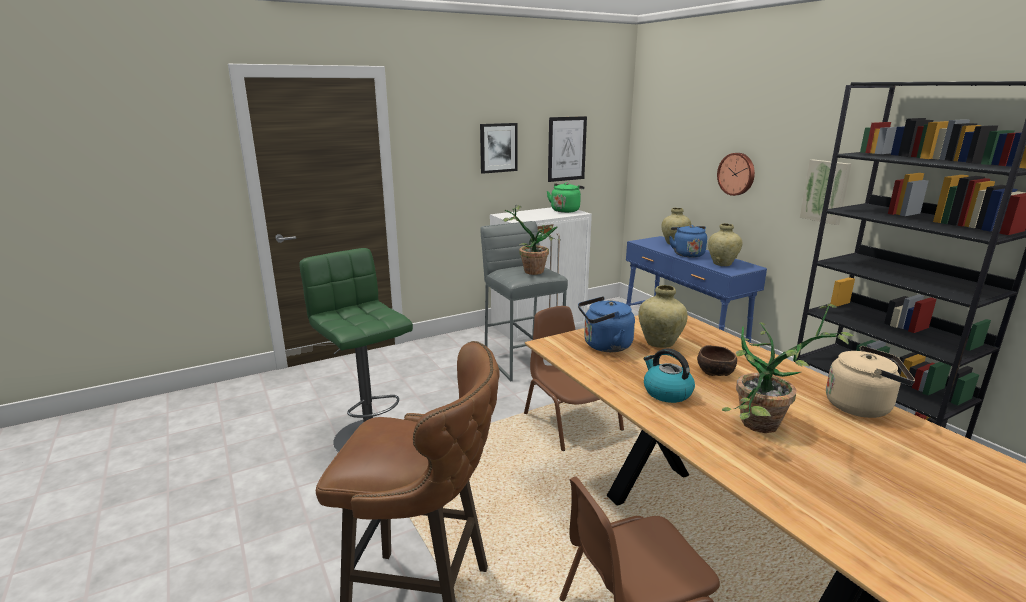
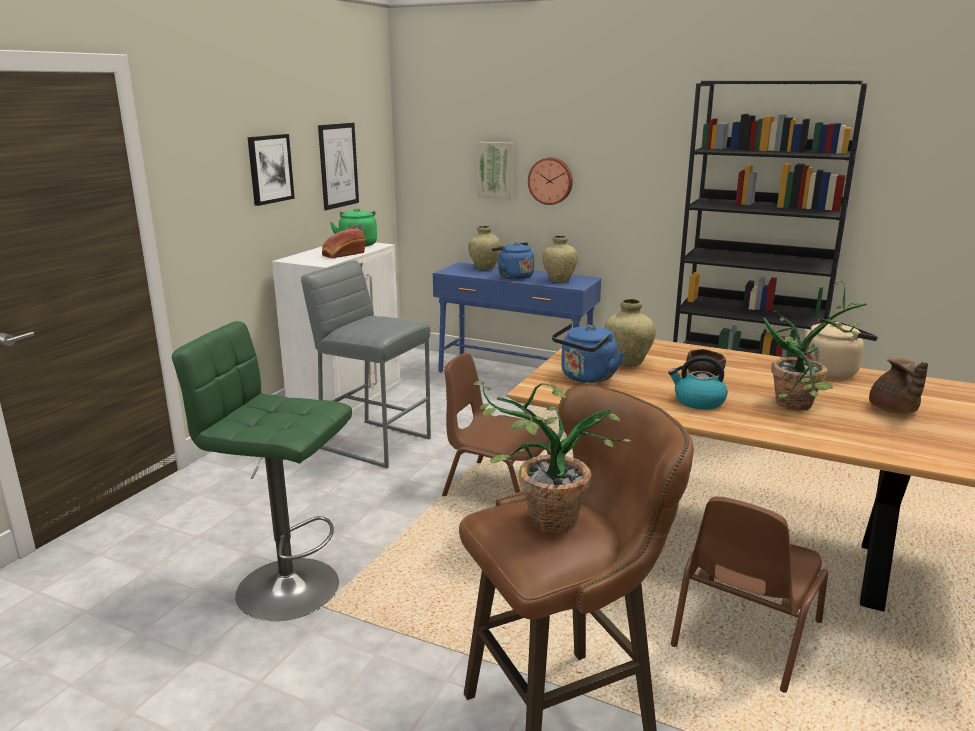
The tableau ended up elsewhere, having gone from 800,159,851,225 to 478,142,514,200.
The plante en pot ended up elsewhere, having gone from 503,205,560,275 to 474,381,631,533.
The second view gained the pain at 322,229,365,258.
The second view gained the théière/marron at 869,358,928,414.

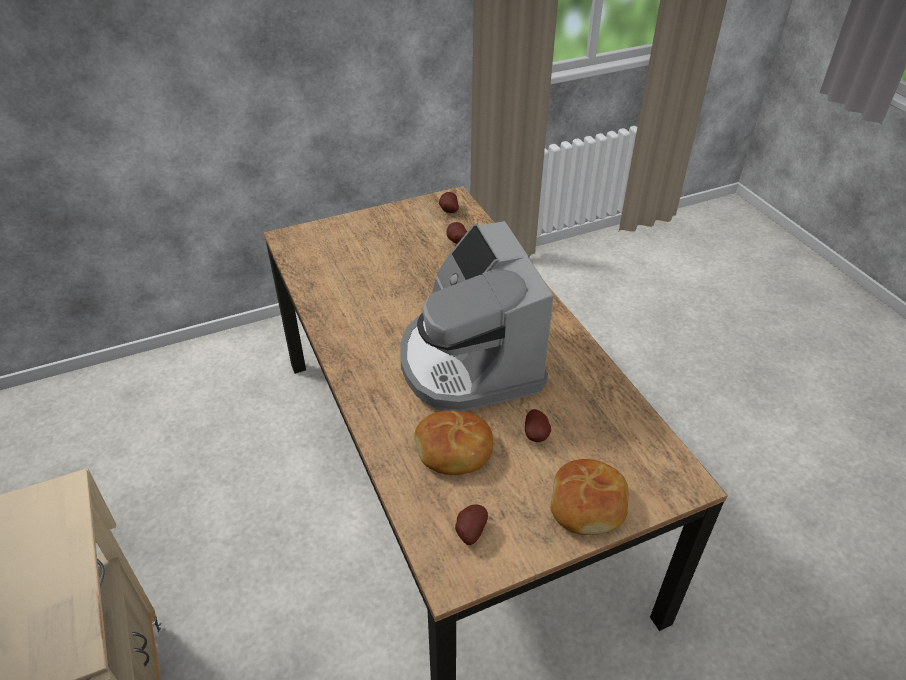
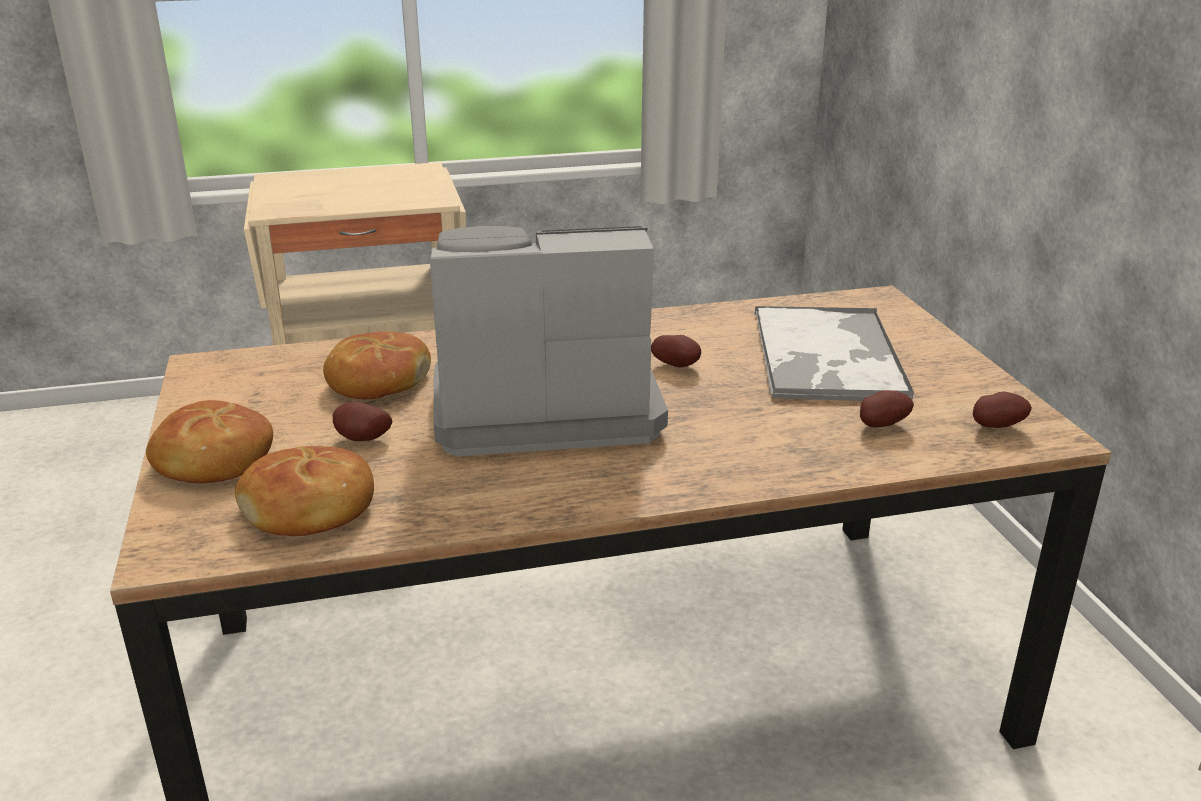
The pomme de terre ended up elsewhere, having gone from 455,504,488,545 to 651,335,701,367.
The second view gained the plateau at 755,306,914,401.
The second view gained the pain at 235,446,374,536.

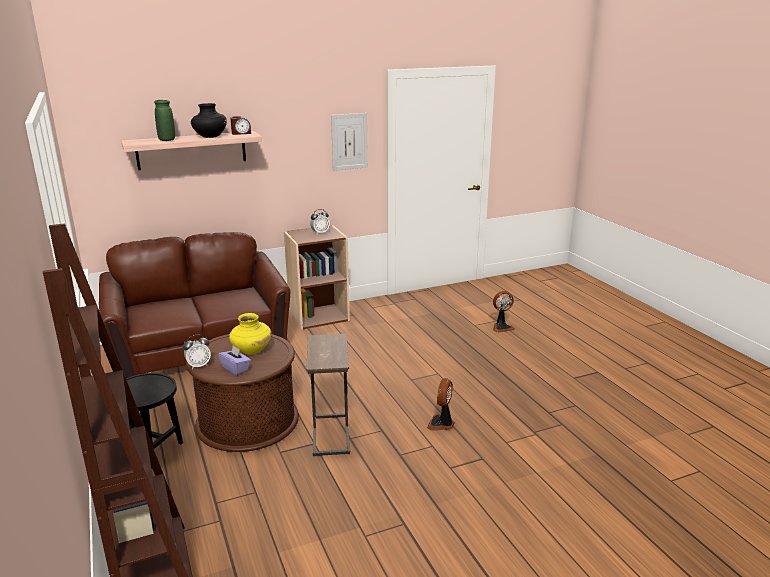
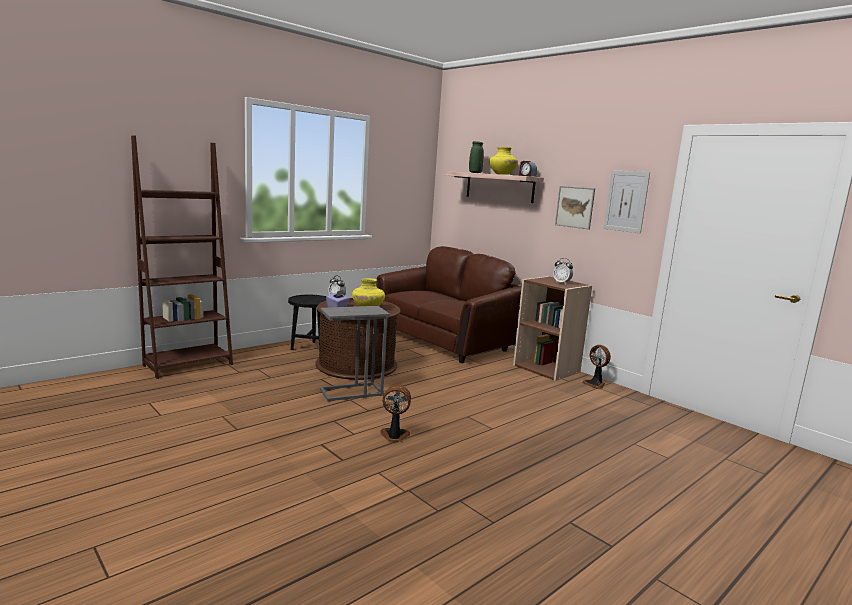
What was the vase/noir at 191,103,227,138 turned into the vase/jaune at 489,147,518,175.
The ventilateur ended up elsewhere, having gone from 493,291,515,333 to 581,345,611,389.
What was the table d'appoint/marron at 307,334,350,456 turned into the table d'appoint/gris at 320,306,390,402.
The second view gained the tableau at 555,186,595,230.

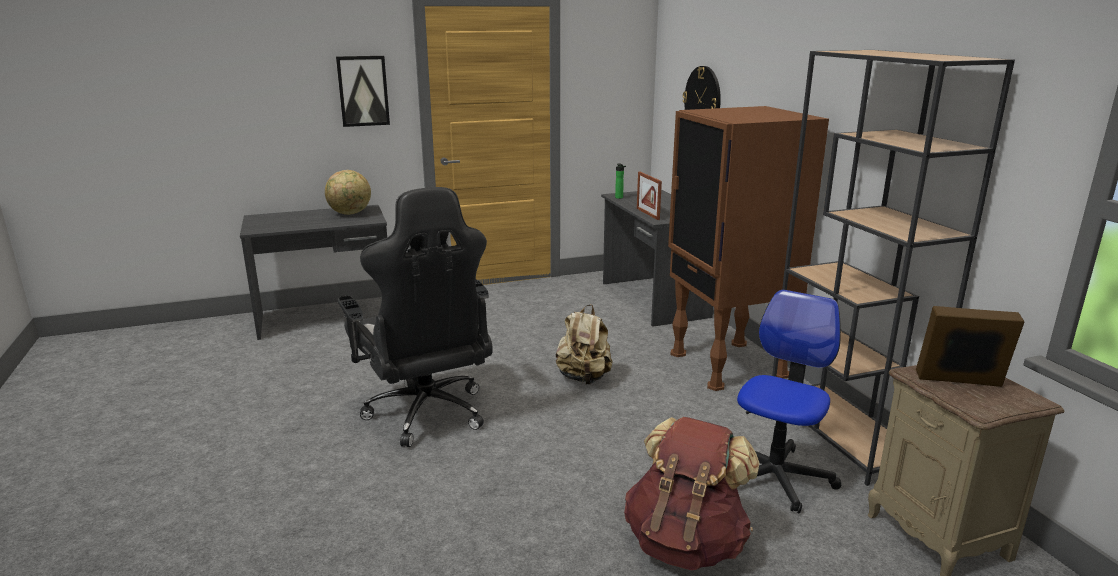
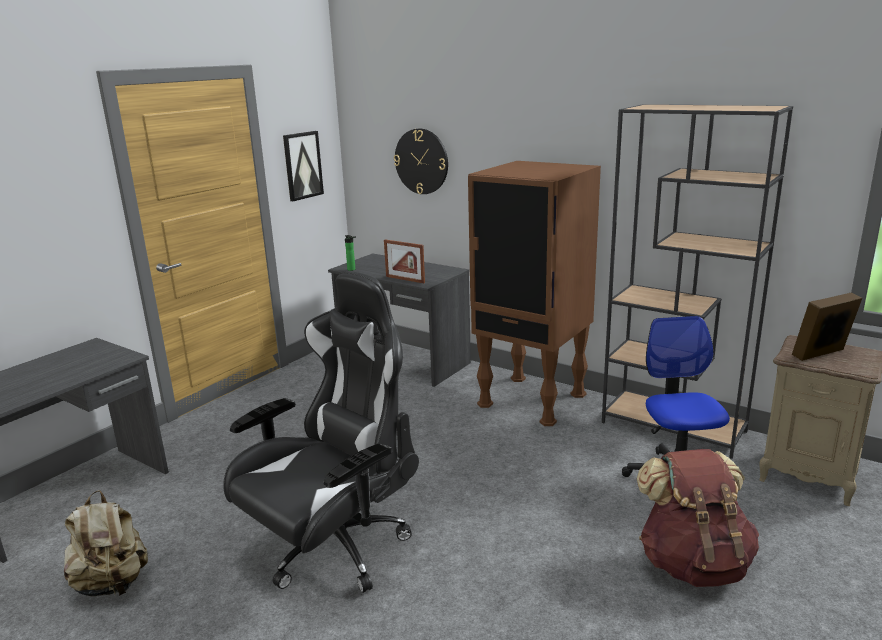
The tableau ended up elsewhere, having gone from 336,56,390,127 to 283,131,324,201.
The second view lost the globe at 325,170,371,215.
The chaise de bureau/noir at 338,187,493,447 ended up facing another way, 75 degrees counterclockwise from before.
The sac à dos/beige ended up elsewhere, having gone from 556,304,613,385 to 64,490,148,596.

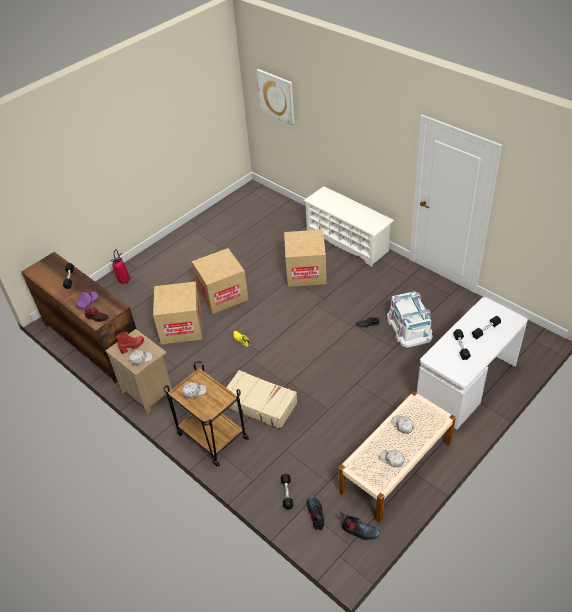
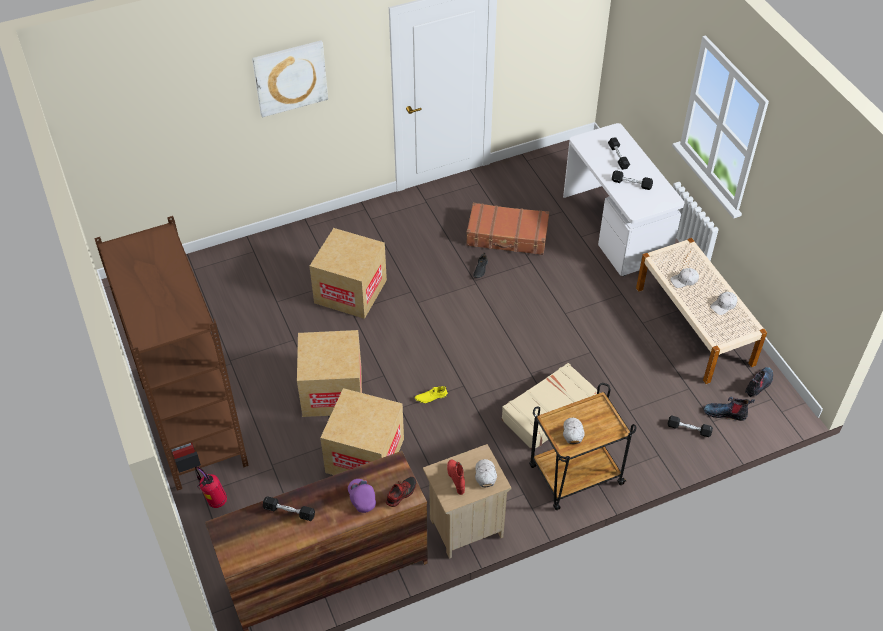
The tableau ended up elsewhere, having gone from 256,69,294,125 to 252,40,328,117.
The second view lost the étagère à chaussures/blanc at 304,186,394,267.
Where the boîte de rangement/blanc stood at 387,291,433,348, the valise/marron came to stand at 466,203,549,255.
The second view gained the bibliothèque/marron at 94,216,249,491.

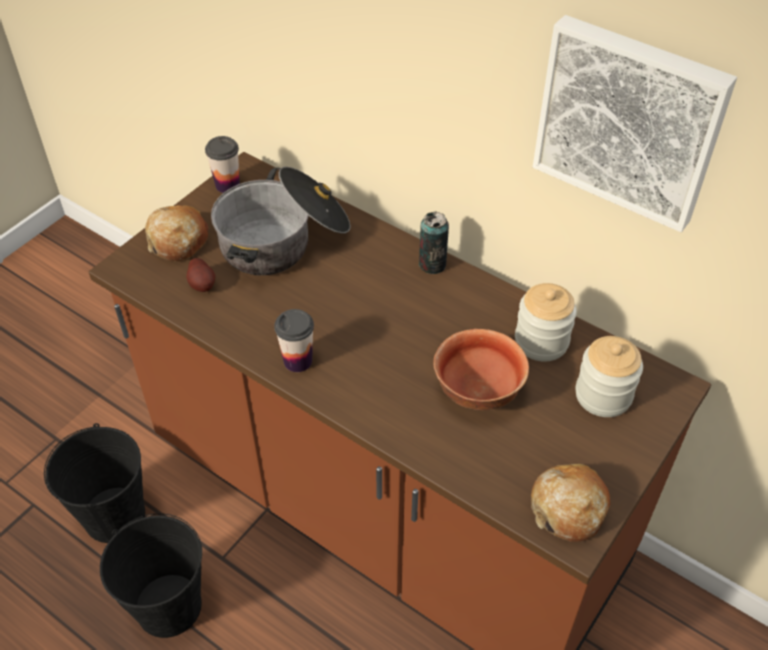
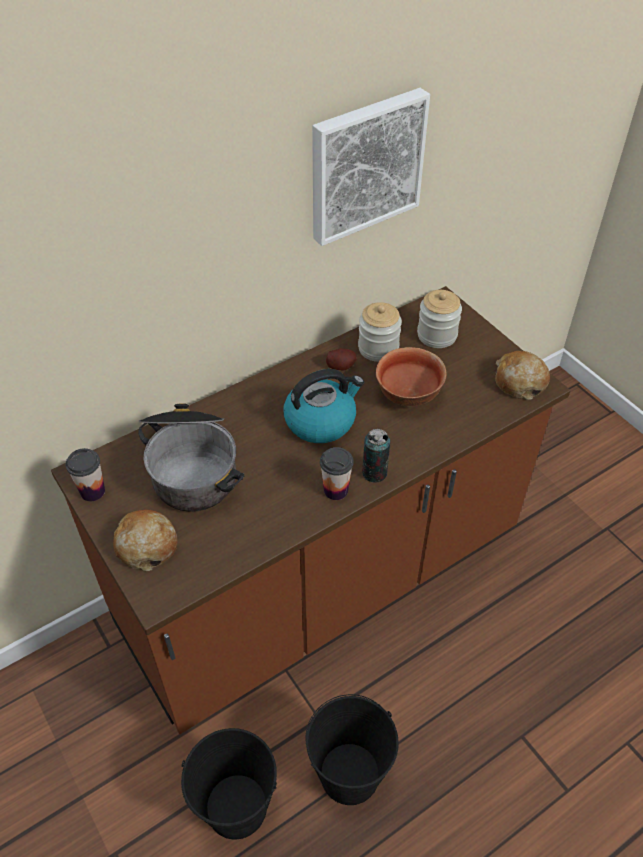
The boîte métallique ended up elsewhere, having gone from 419,212,449,274 to 362,429,390,483.
The pomme de terre ended up elsewhere, having gone from 187,258,216,292 to 326,348,357,370.
The second view gained the bouilloire at 284,369,364,443.

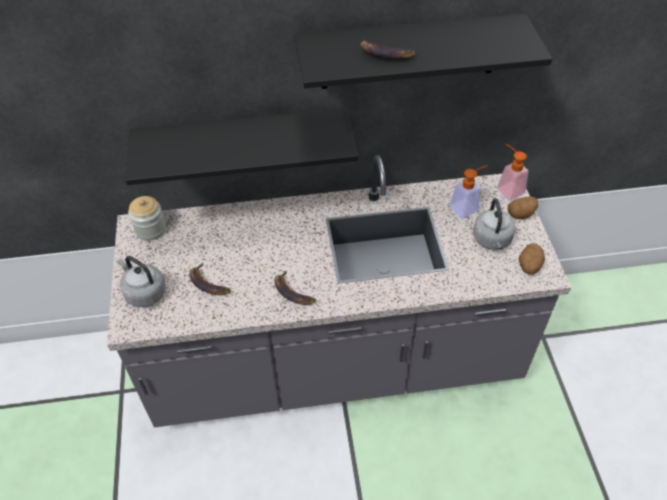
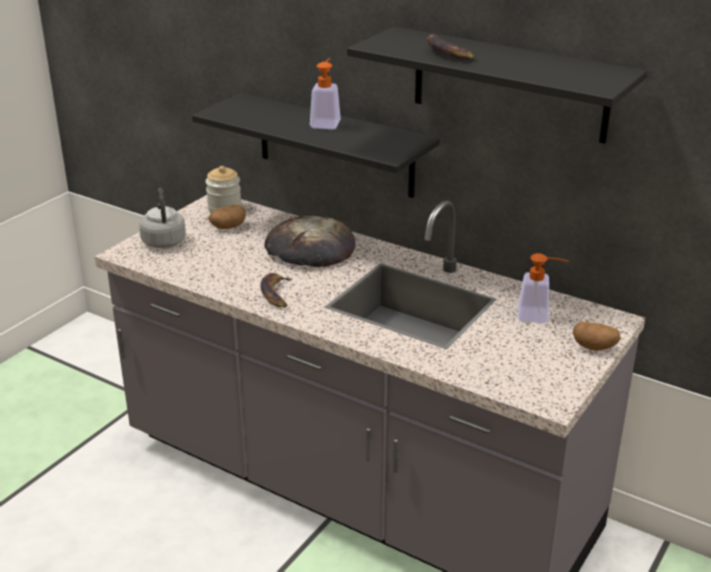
The distributeur de savon ended up elsewhere, having gone from 497,144,528,200 to 310,58,341,129.
The second view lost the bouilloire/gris at 473,198,515,250.
The pomme de terre ended up elsewhere, having gone from 519,243,545,274 to 209,205,246,229.
The second view lost the banane at 189,263,231,295.
The second view gained the pain at 264,216,356,267.

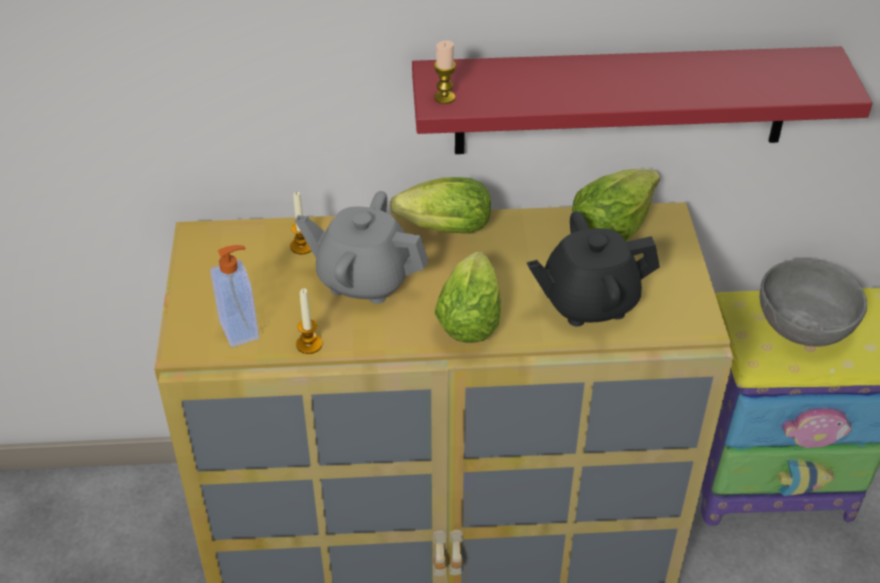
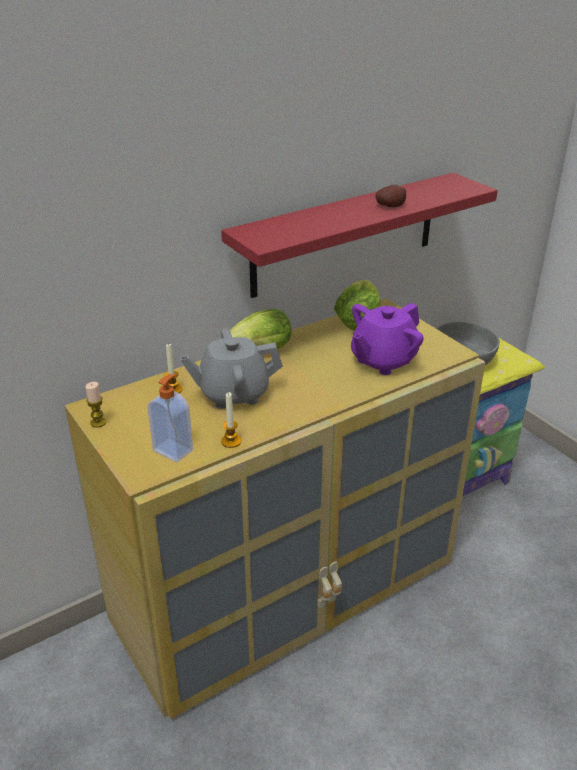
The bougie ended up elsewhere, having gone from 434,40,456,104 to 86,382,106,427.
What was the théière/noir at 527,211,660,326 turned into the théière/violet at 351,303,424,375.
The second view lost the laitue at 434,252,501,343.
The second view gained the pomme de terre at 375,185,406,207.

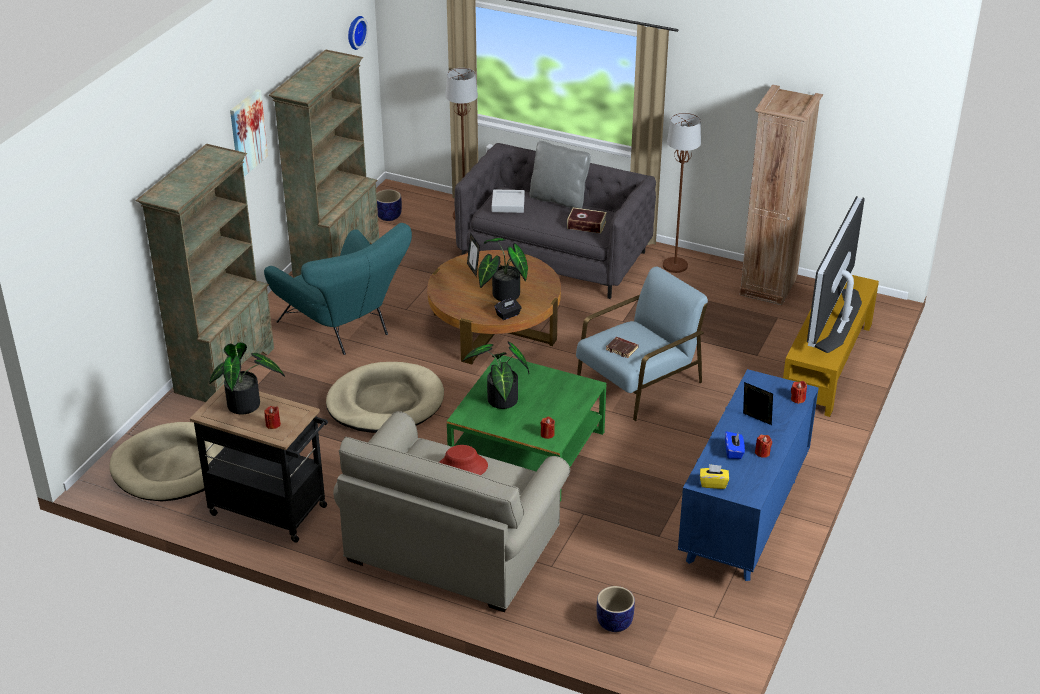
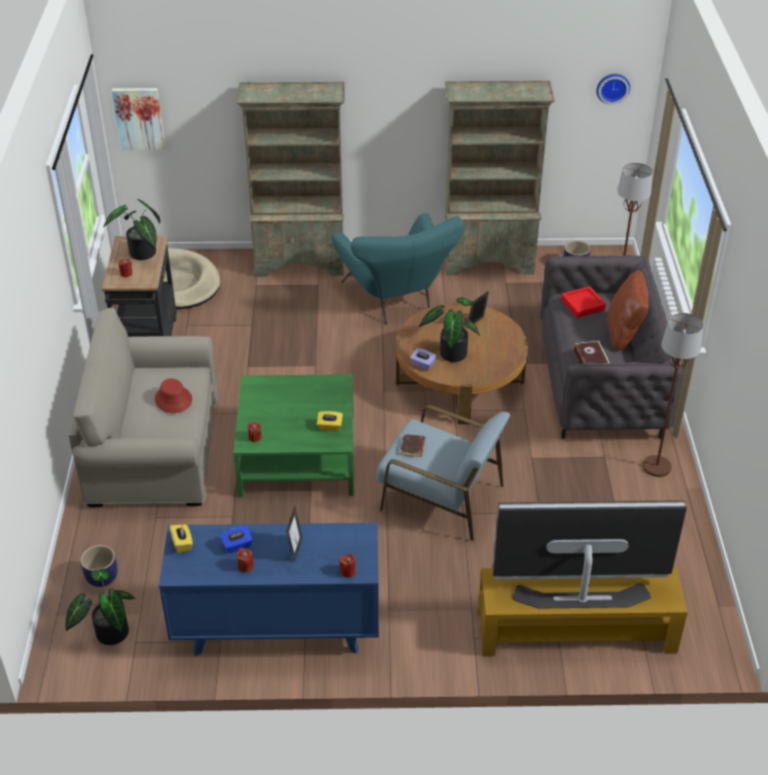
The second view lost the meuble de rangement/marron at 740,84,823,305.
The tableau ended up elsewhere, having gone from 230,89,268,177 to 112,88,165,151.
What was the coussin/gris at 530,141,591,209 turned into the coussin/marron at 607,269,649,351.
What was the plateau/gris at 492,189,525,213 turned into the plateau/rouge at 561,286,606,318.
The fauteuil/turquoise at 264,223,412,355 ended up facing another way, 45 degrees counterclockwise from before.
What was the boîte à mouchoirs/noir at 495,298,522,320 turned into the boîte à mouchoirs/violet at 410,348,437,370.
The plante en pot ended up elsewhere, having gone from 463,342,529,409 to 65,569,136,645.
The second view lost the panier pour chien/beige at 326,362,444,433.
The second view gained the boîte à mouchoirs/jaune at 317,411,343,431.

